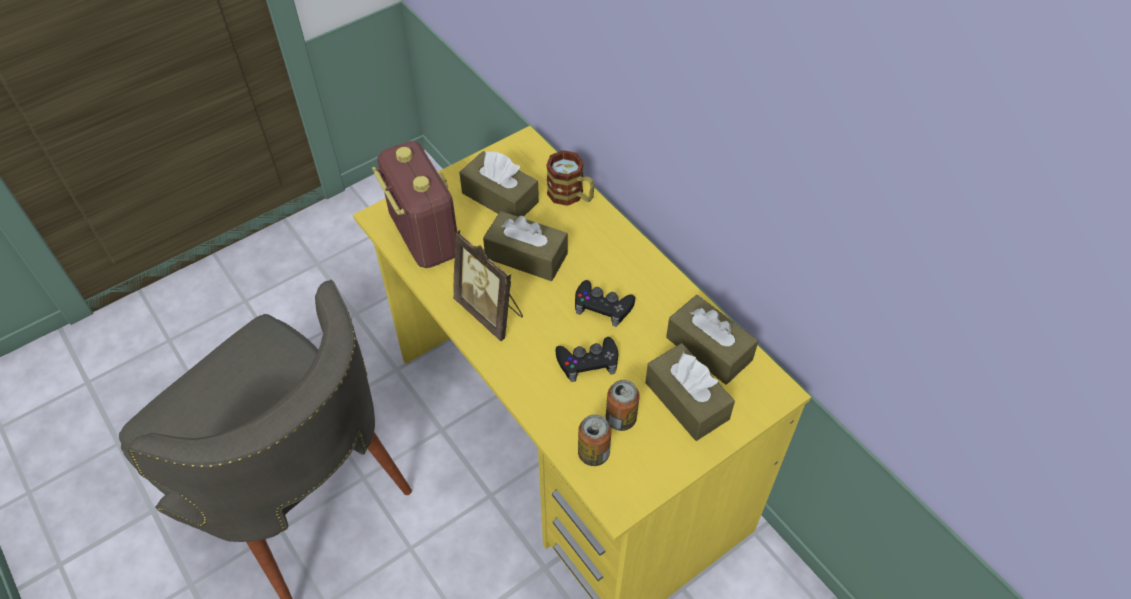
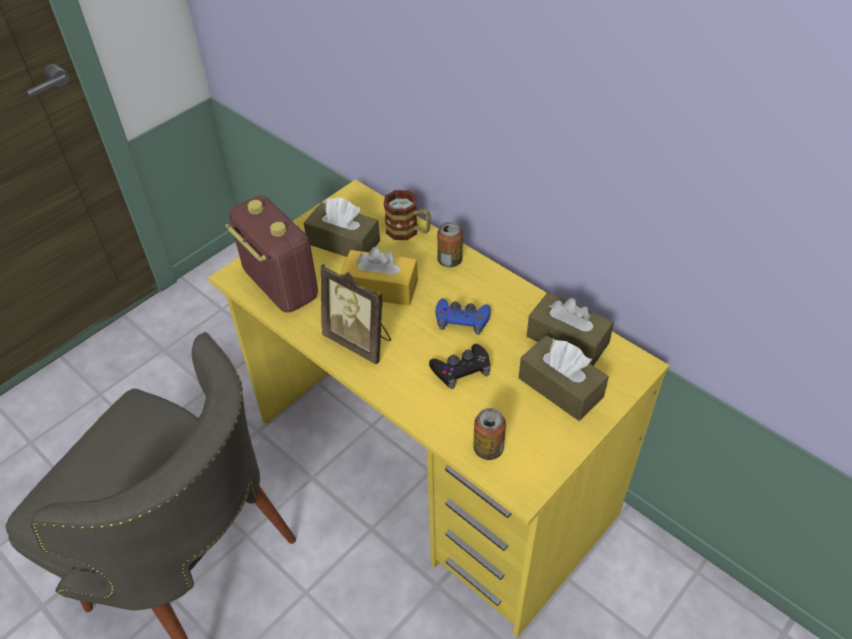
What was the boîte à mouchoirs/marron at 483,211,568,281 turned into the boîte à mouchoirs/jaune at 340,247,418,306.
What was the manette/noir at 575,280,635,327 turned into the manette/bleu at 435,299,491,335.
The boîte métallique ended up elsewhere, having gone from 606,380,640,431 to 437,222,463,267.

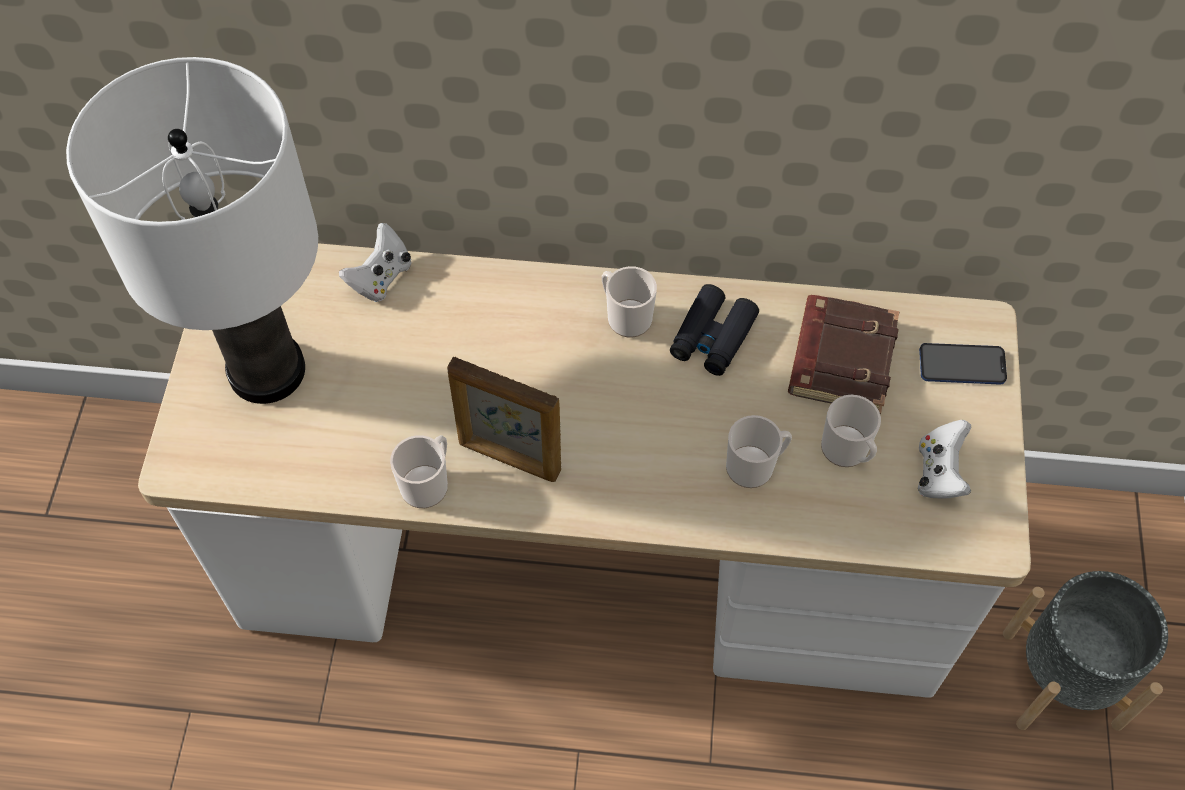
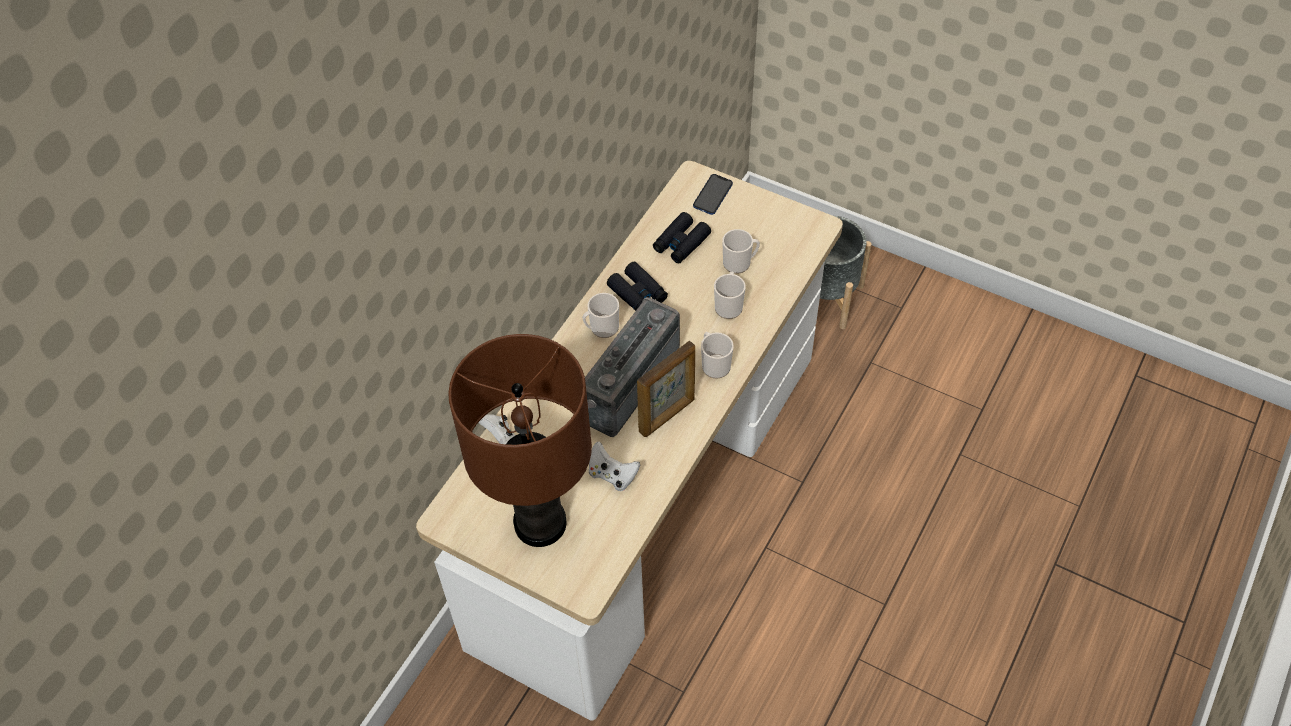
What was the lampe de table/blanc at 66,57,318,404 turned into the lampe de table/marron at 448,334,592,547.
Where the livre/marron stood at 788,295,900,414, the jumelles/noir came to stand at 653,212,711,263.
The manette/blanc ended up elsewhere, having gone from 918,420,971,499 to 589,441,640,491.
The mug ended up elsewhere, having gone from 390,435,448,508 to 701,332,734,379.
The second view gained the radio at 585,297,680,437.

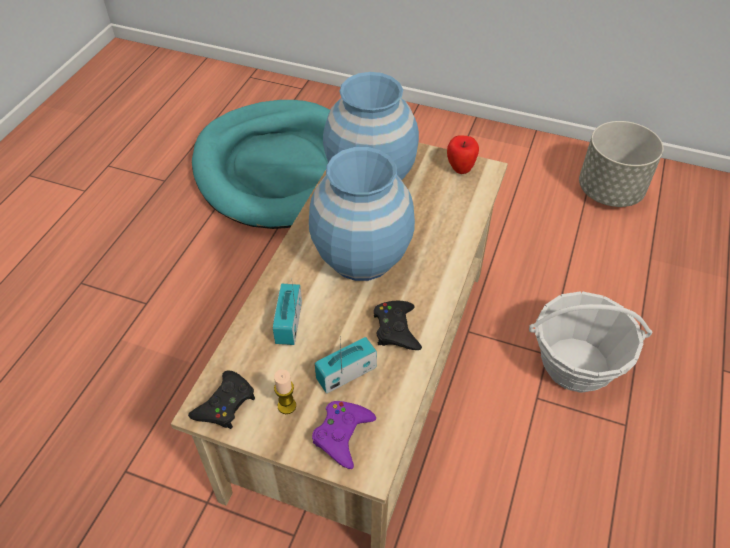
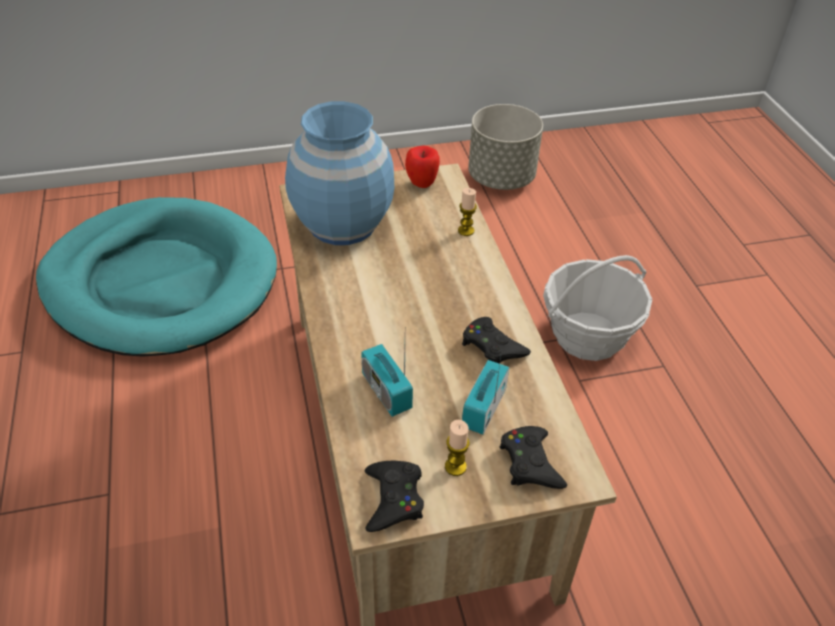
The second view lost the vase/bleu at 309,147,415,281.
What was the manette/violet at 312,401,376,469 turned into the manette/noir at 500,426,567,489.
The second view gained the bougie at 458,188,477,236.

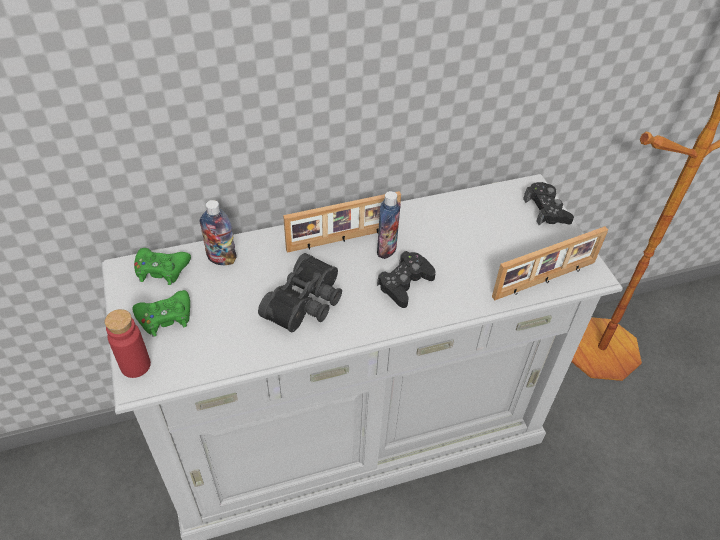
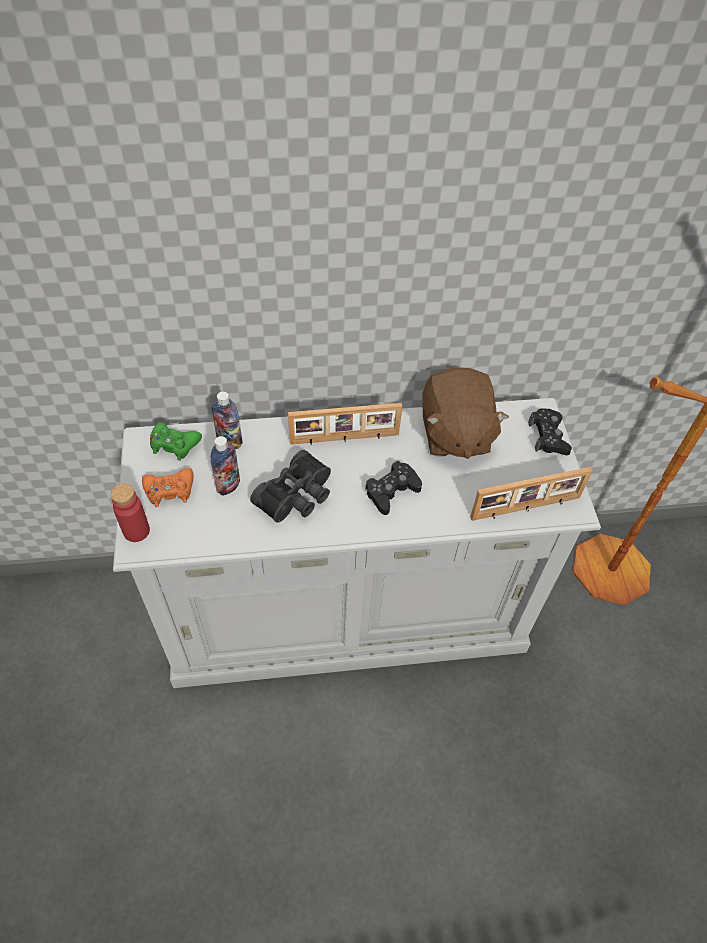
The bouteille ended up elsewhere, having gone from 377,191,401,259 to 211,436,240,496.
What was the manette/vert at 132,290,190,337 turned into the manette/orange at 142,468,193,507.
The second view gained the peluche/marron at 422,367,509,459.

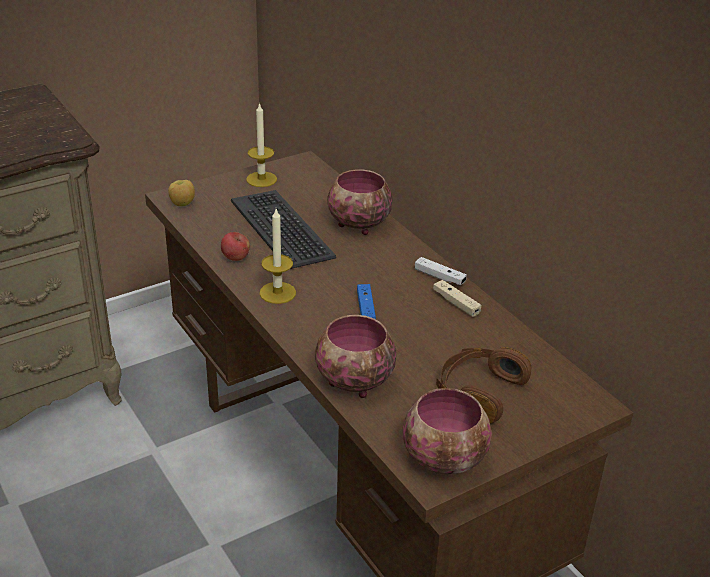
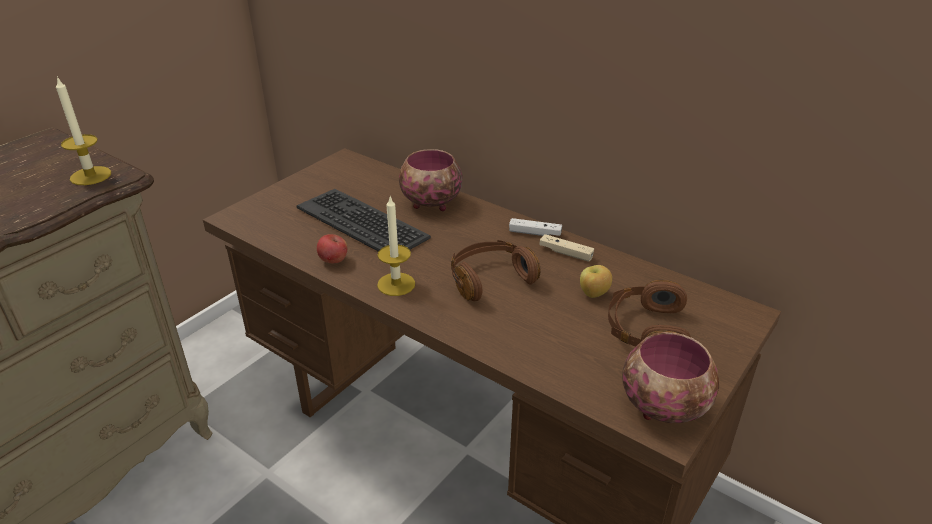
The bougie ended up elsewhere, having gone from 246,102,277,187 to 56,76,111,185.
The pomme ended up elsewhere, having gone from 168,180,195,206 to 580,265,612,298.
Where the manette/bleu stood at 357,284,376,319, the casque audio/marron came to stand at 451,240,541,301.
The second view lost the bol at 315,315,396,398.

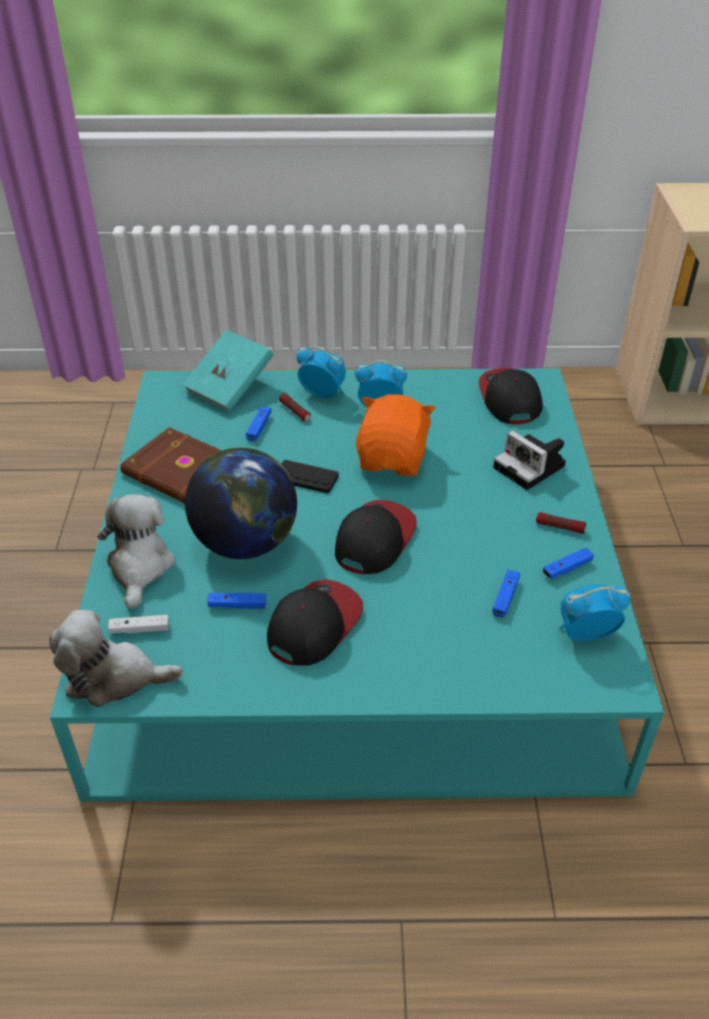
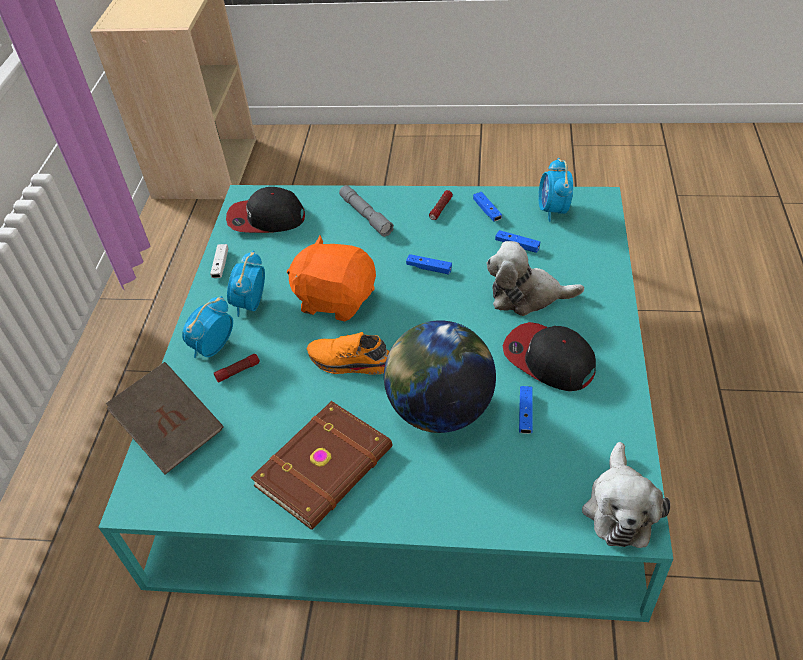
What was the livre/turquoise at 182,330,273,412 turned into the livre/marron at 106,362,224,475.
The manette/bleu ended up elsewhere, having gone from 246,406,271,441 to 406,254,452,274.
Where the appareil photo stood at 493,431,566,490, the lampe de poche/gris came to stand at 339,185,394,237.
Where the manette/noir stood at 281,460,339,493, the chaussure/orange came to stand at 307,332,390,375.
The peluche ended up elsewhere, having gone from 97,494,175,609 to 486,241,584,316.
The second view lost the casquette at 335,500,417,574.
The manette/blanc ended up elsewhere, having gone from 108,615,169,634 to 210,244,228,278.

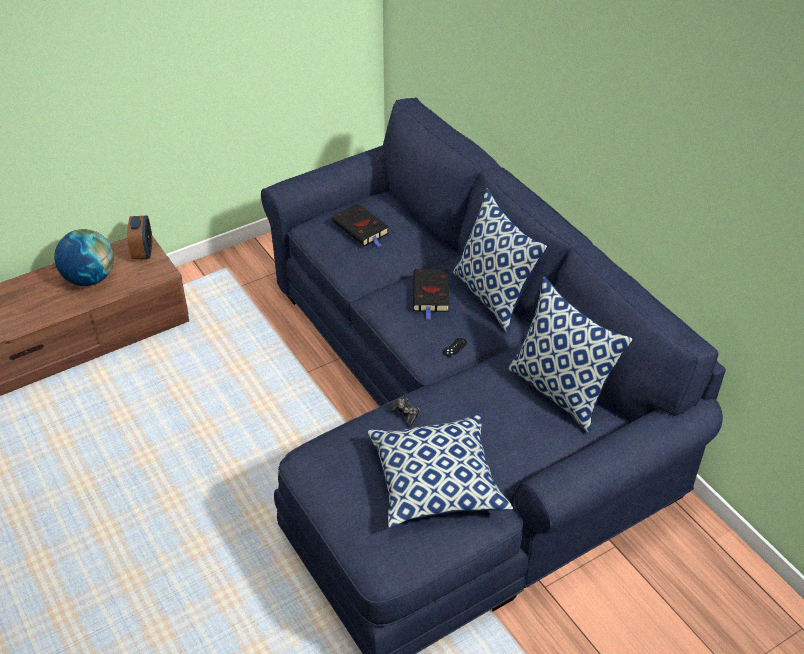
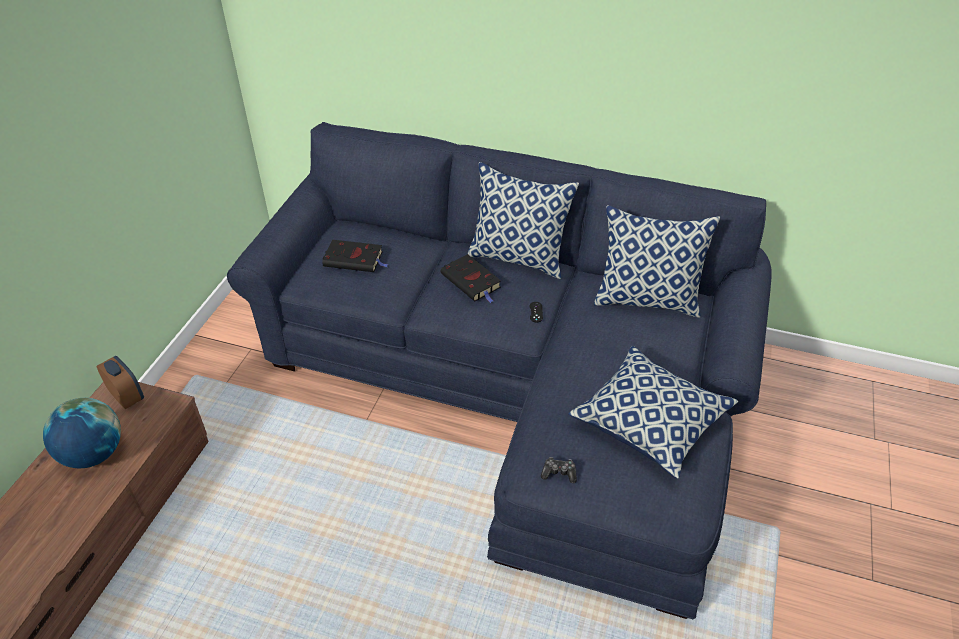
The manette ended up elsewhere, having gone from 389,398,420,426 to 541,457,577,483.

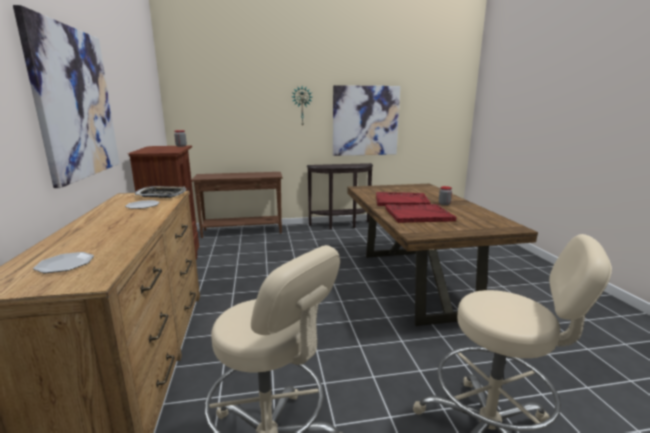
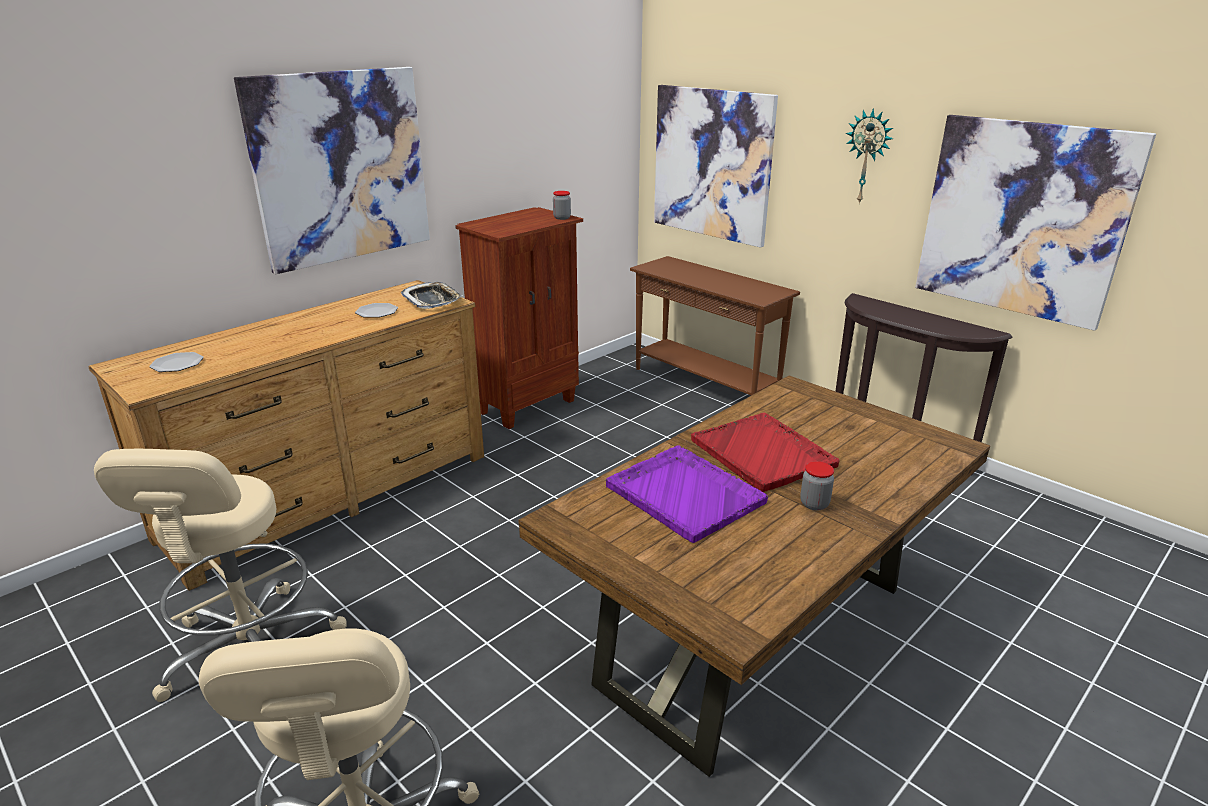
What was the plateau/rouge at 386,204,456,223 turned into the plateau/violet at 606,445,768,543.
The second view gained the tableau at 654,85,778,248.

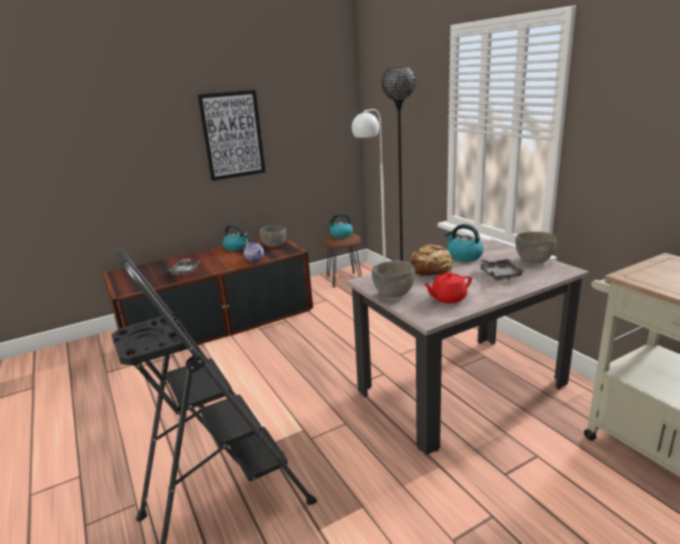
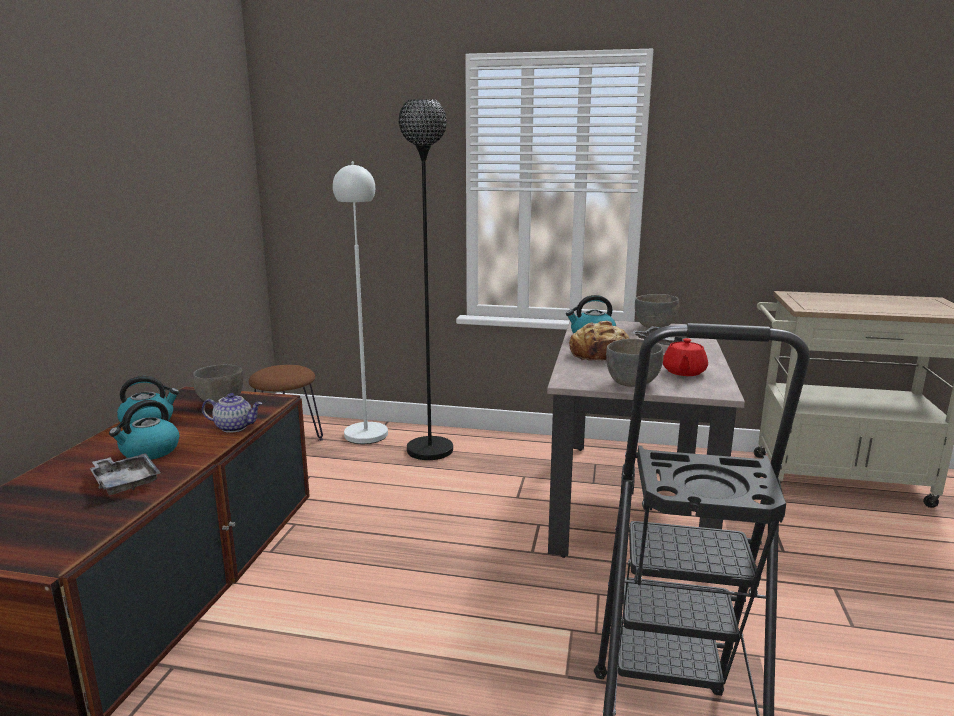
The second view lost the tableau at 197,90,265,181.
The bouilloire ended up elsewhere, having gone from 326,213,353,238 to 109,400,179,460.

